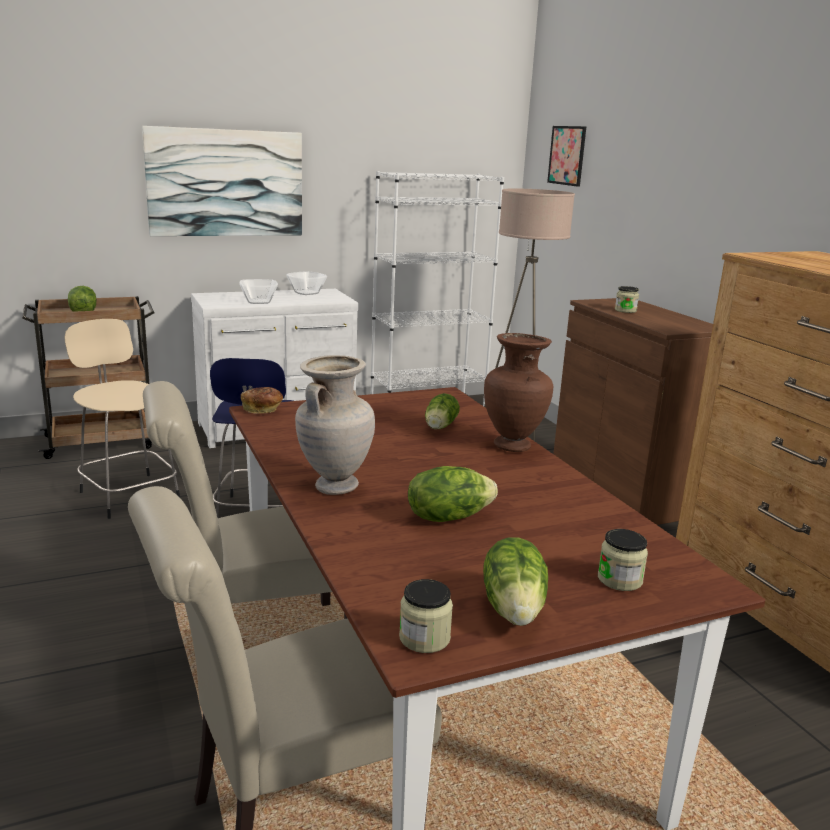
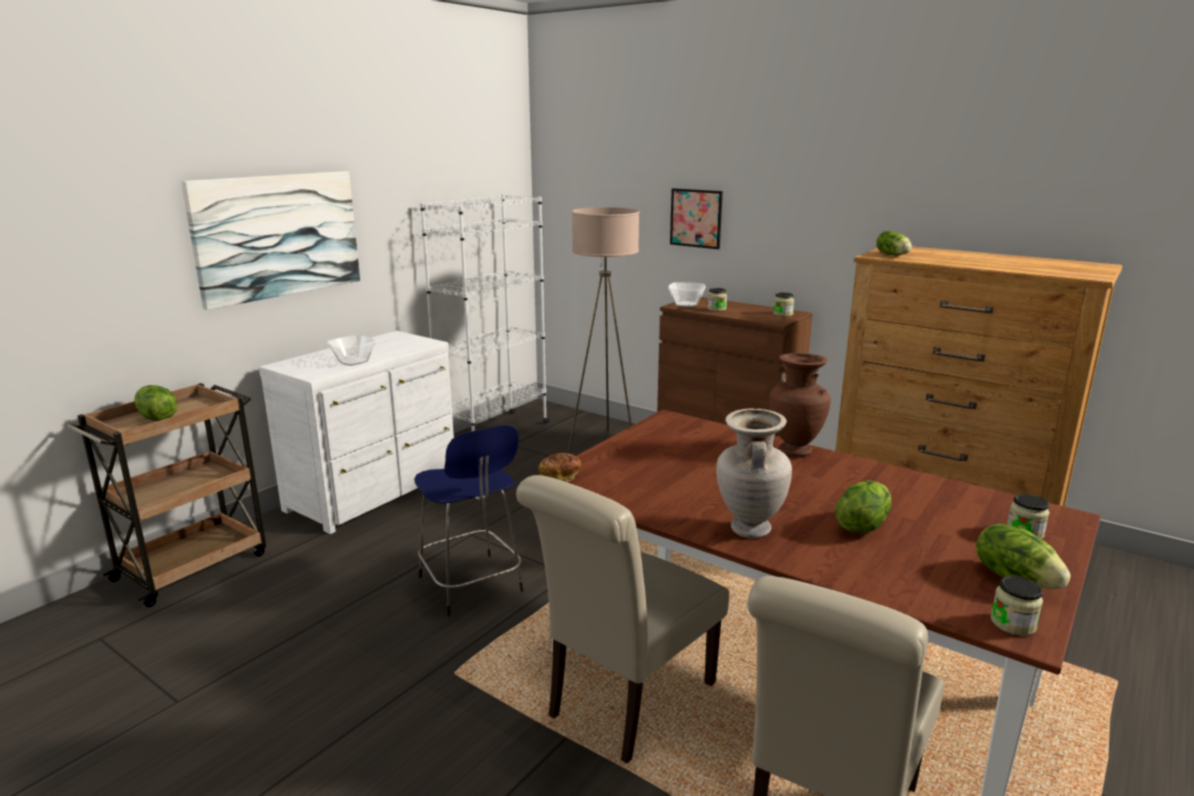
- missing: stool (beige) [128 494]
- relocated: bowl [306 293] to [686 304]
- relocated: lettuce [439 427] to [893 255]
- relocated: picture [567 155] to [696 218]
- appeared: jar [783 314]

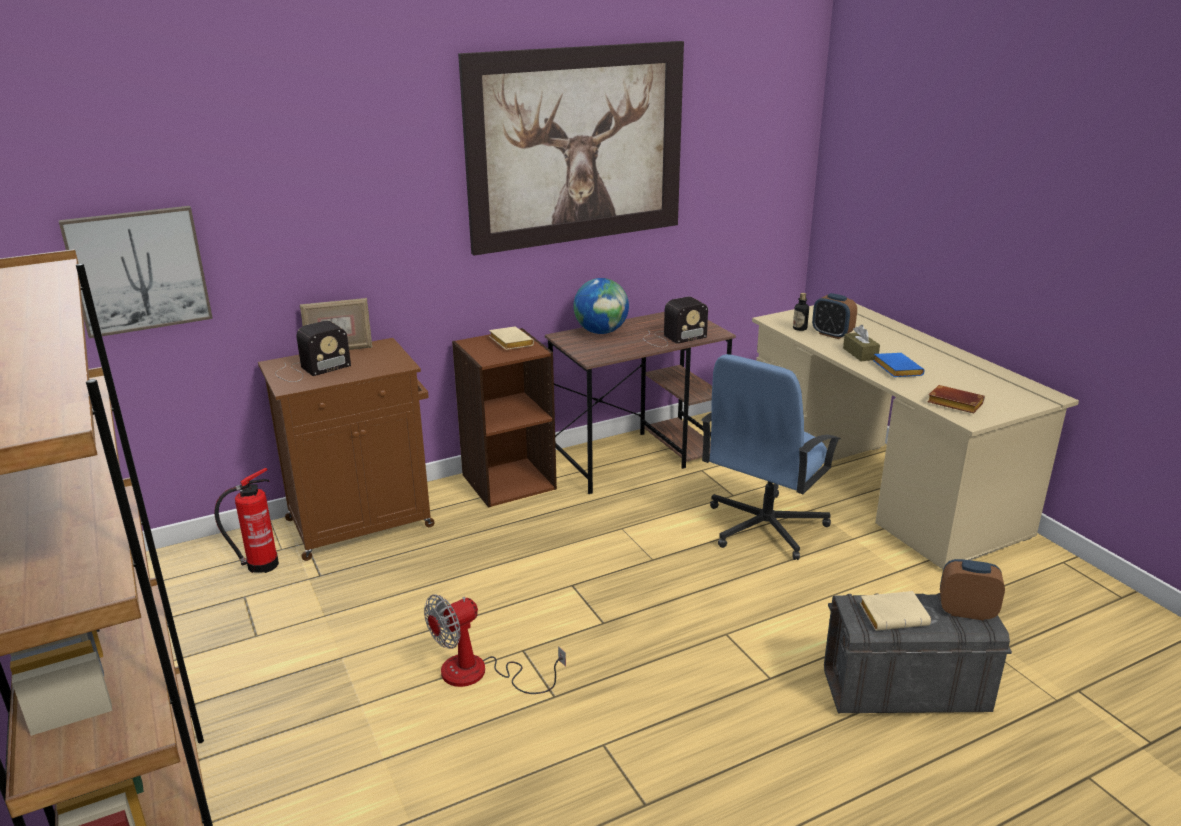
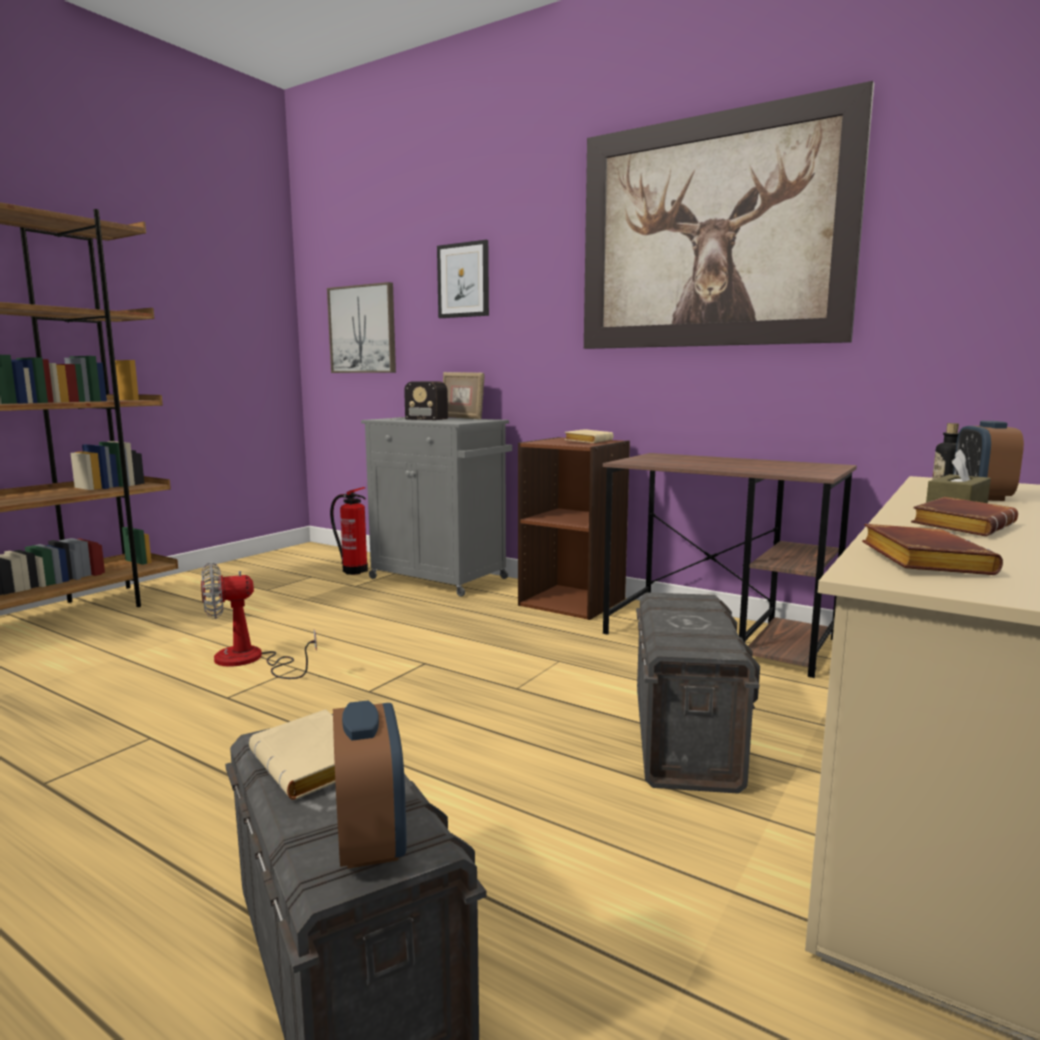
- colour: cabinet (brown) [363 522] to cabinet (grey) [441 579]
- spun: fan [479 674] = [250 661] 45 degrees counterclockwise
- missing: globe [601 332]
- missing: radio [672 338]
- exchanged: office chair (blue) [764 527] to storage box (grey) [685 738]
- colour: book (blue) [895 369] to book (brown) [960 525]
- appeared: picture [463 280]

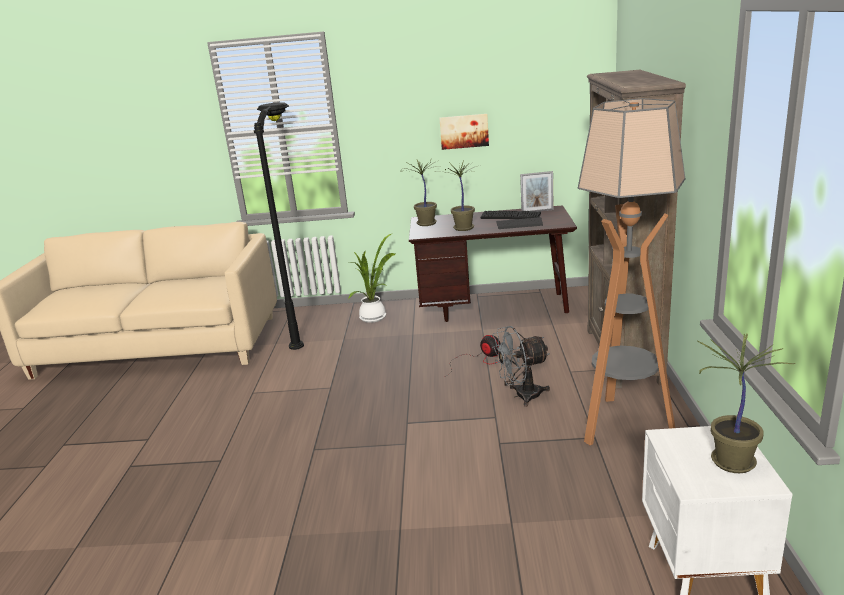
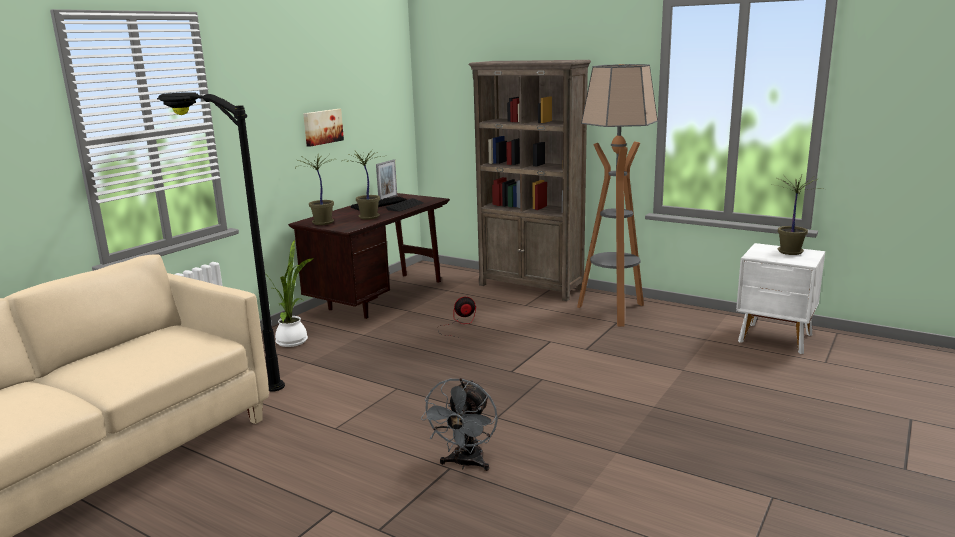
- relocated: fan (grey) [521 396] to [465 464]

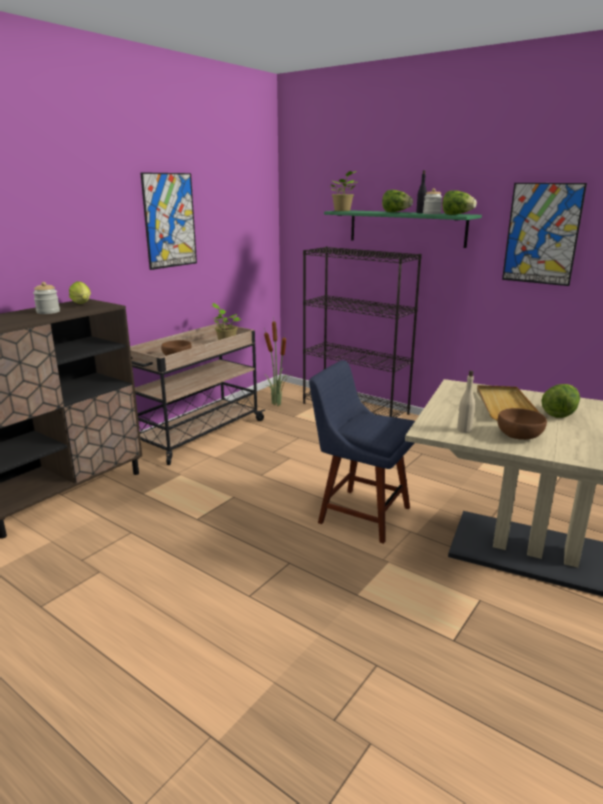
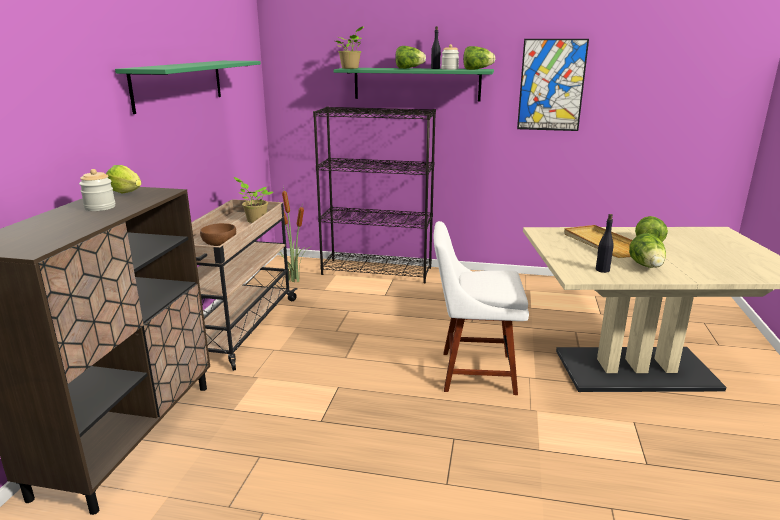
- exchanged: picture [170 220] to shelf (green) [179 84]
- colour: chair (blue) [360 513] to chair (white) [472 372]
- colour: bottle (beige) [464 430] to bottle (black) [602 270]
- exchanged: bowl (brown) [520 435] to lettuce [647 266]

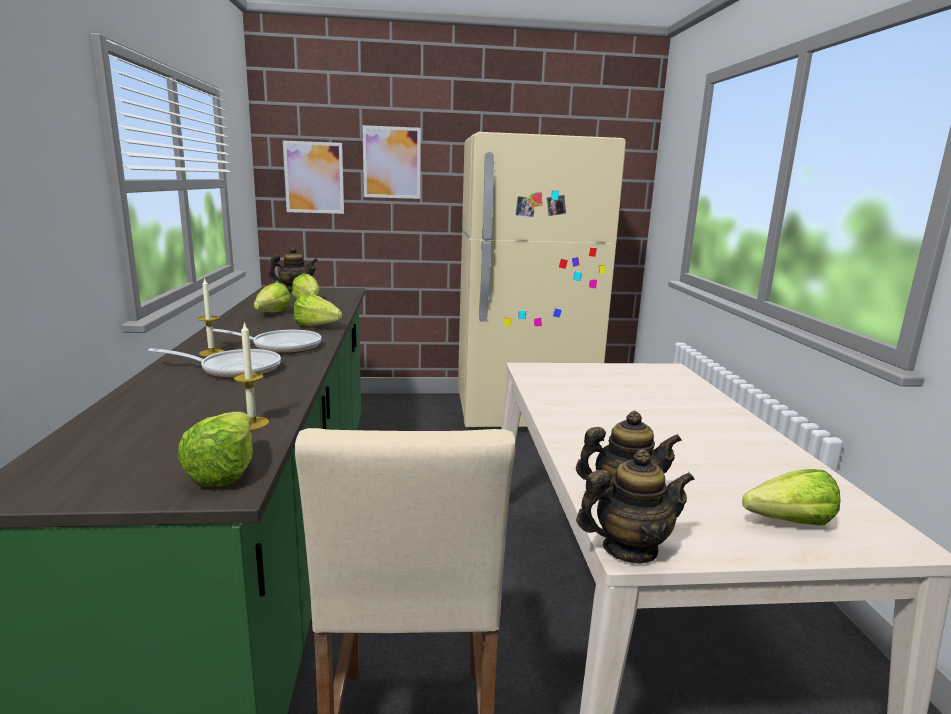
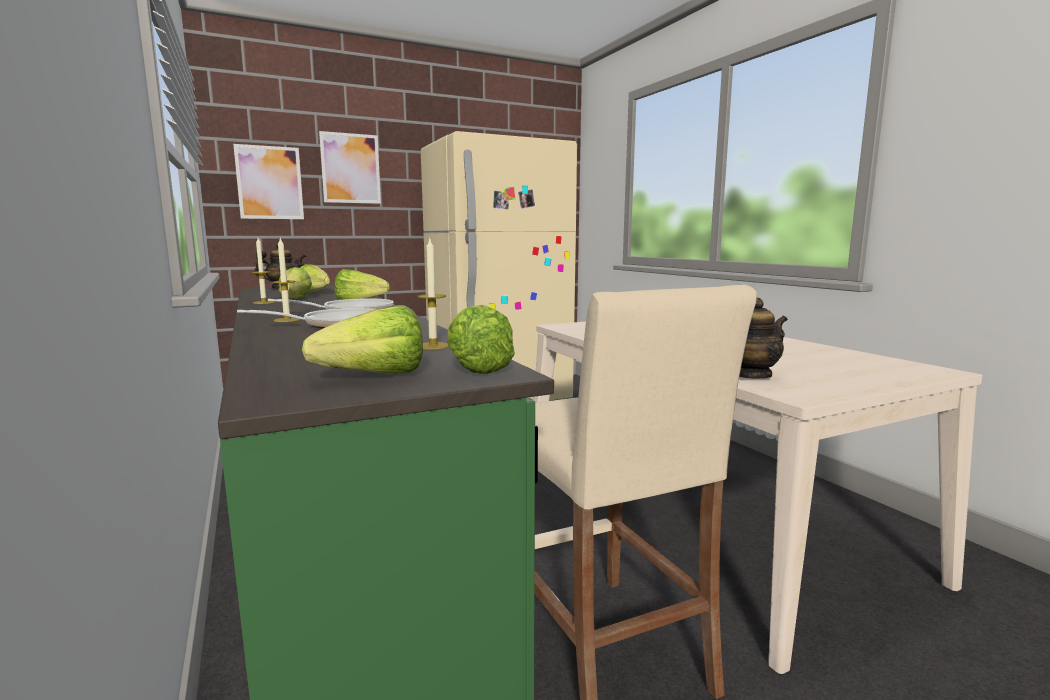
- missing: teapot [629 549]
- relocated: lettuce [780 522] to [365 377]
- appeared: candle [264 302]

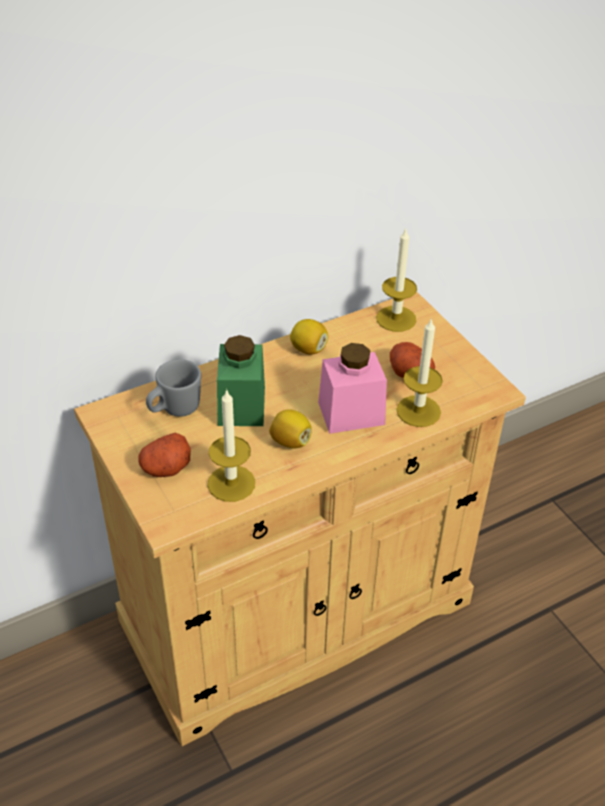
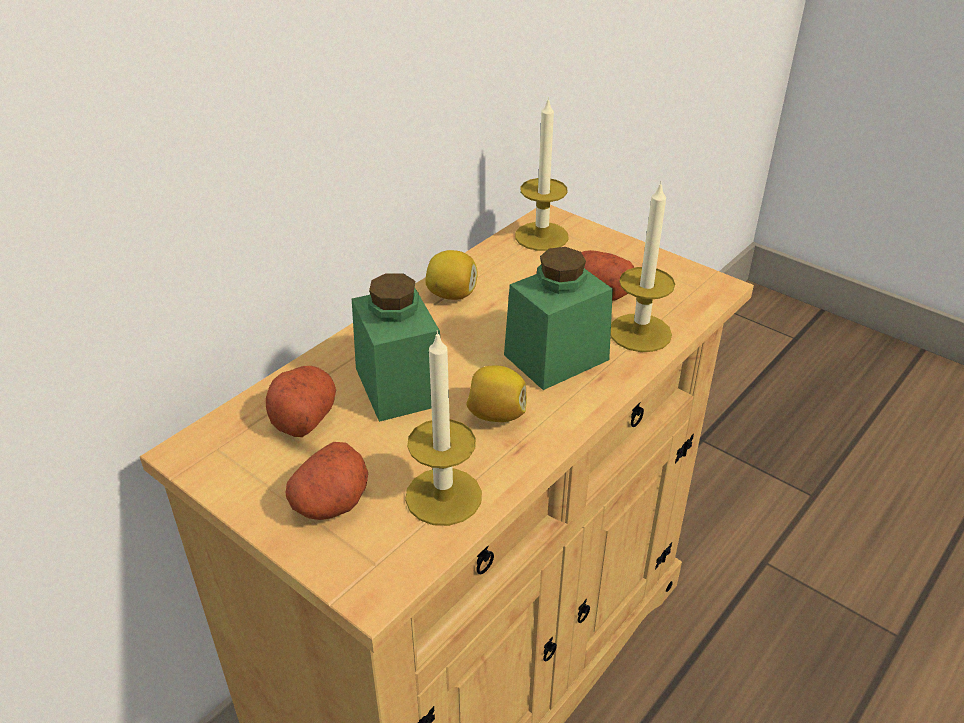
- exchanged: mug (grey) [174 410] to potato [303 416]
- colour: jar (pink) [351 413] to jar (green) [556 357]

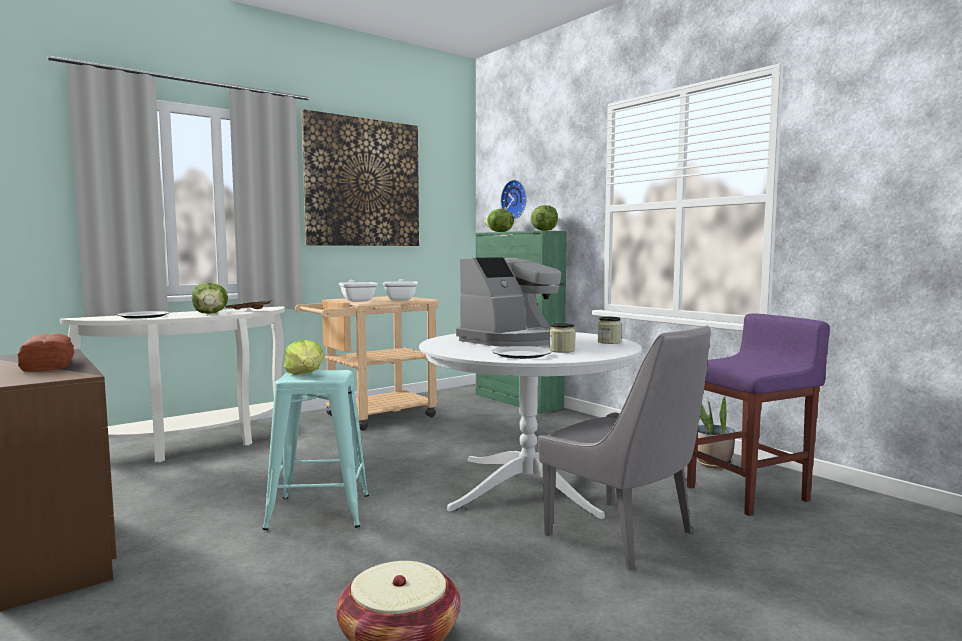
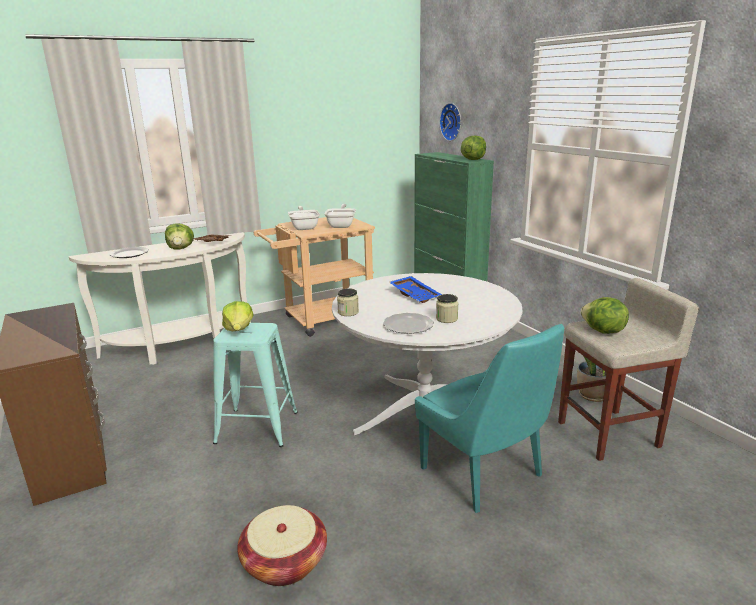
- missing: bread [47 365]
- missing: picture [363 182]
- exchanged: coffee machine [513 340] to tray (blue) [415 295]
- relocated: lettuce [499 232] to [602 331]
- colour: chair (grey) [624 536] to chair (turquoise) [484 474]
- relocated: jar [609 342] to [348 312]
- colour: stool (purple) [748 493] to stool (beige) [609 434]

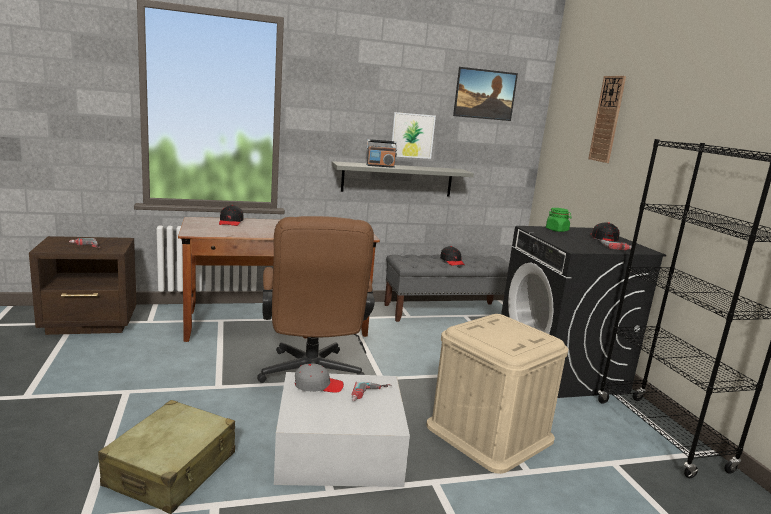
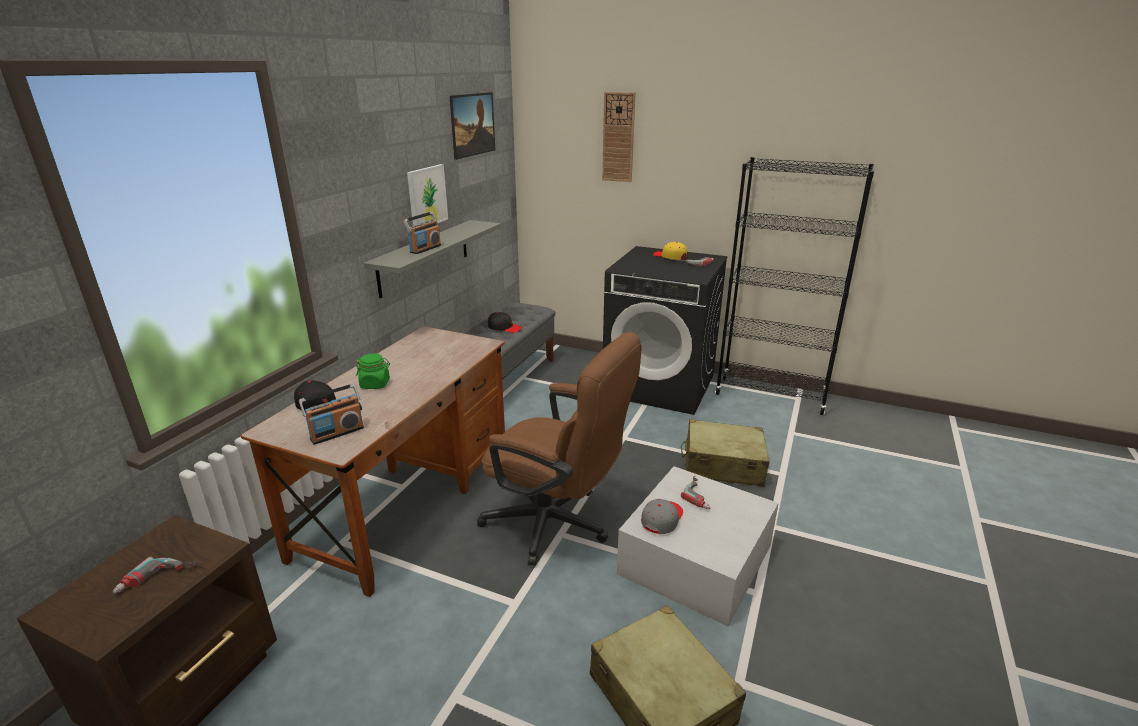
- exchanged: storage box (beige) [489 432] to suitcase (beige) [722 465]
- relocated: jar (green) [557 230] to [375 384]
- colour: cap (black) [603 238] to cap (yellow) [670 257]
- appeared: radio [337 433]

